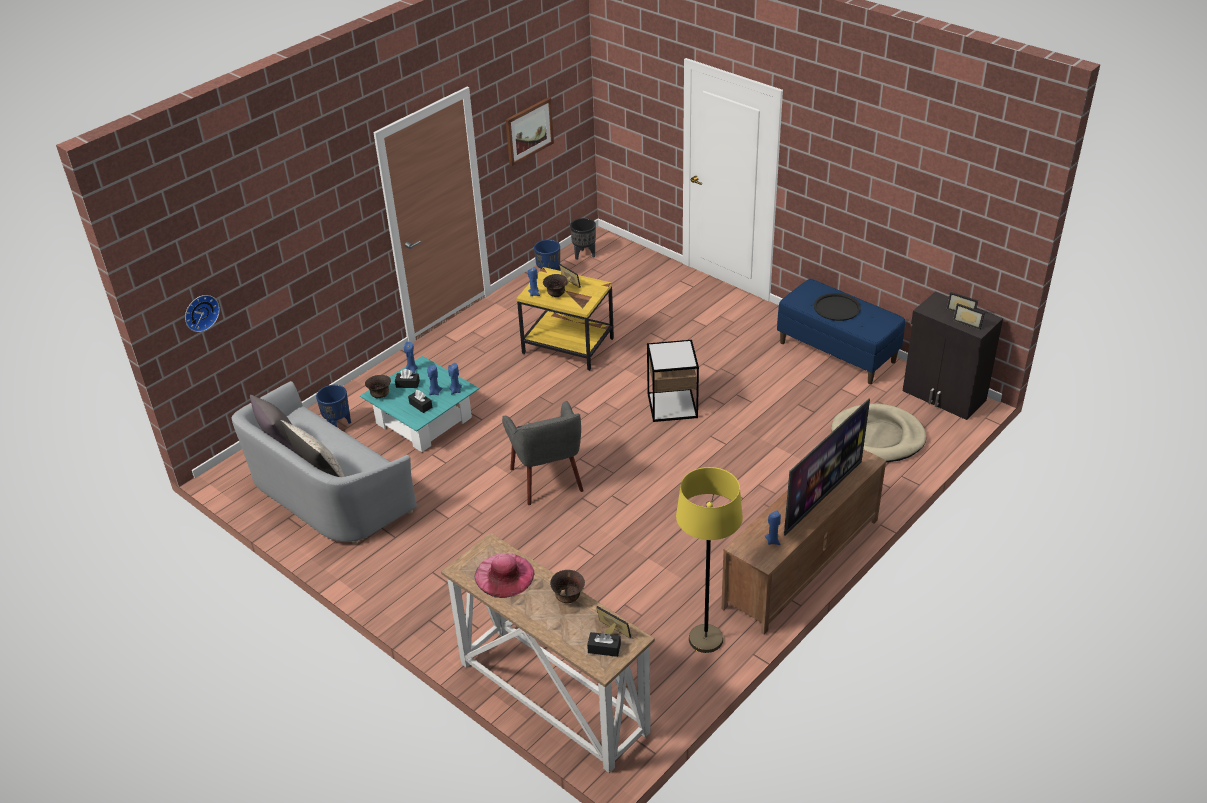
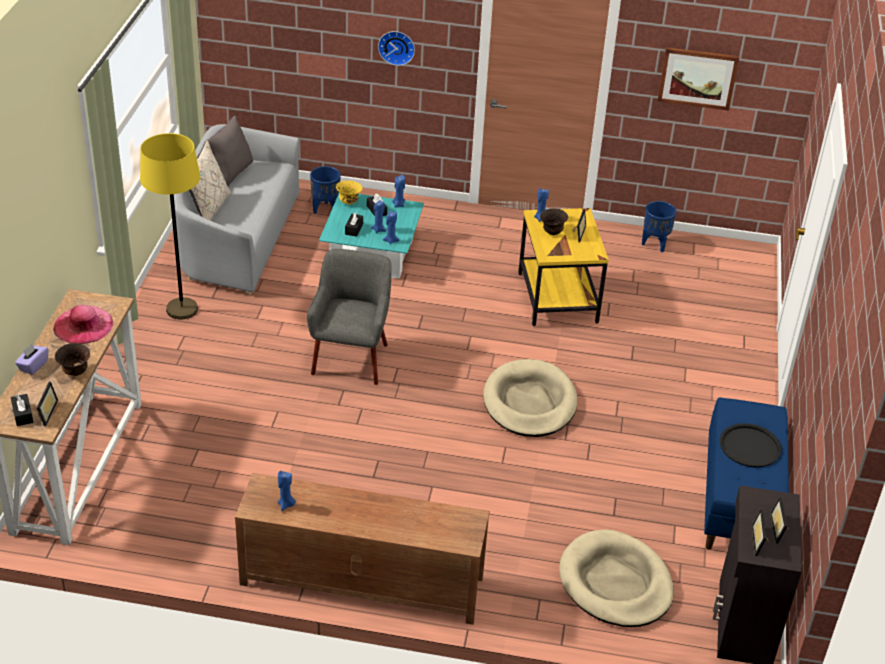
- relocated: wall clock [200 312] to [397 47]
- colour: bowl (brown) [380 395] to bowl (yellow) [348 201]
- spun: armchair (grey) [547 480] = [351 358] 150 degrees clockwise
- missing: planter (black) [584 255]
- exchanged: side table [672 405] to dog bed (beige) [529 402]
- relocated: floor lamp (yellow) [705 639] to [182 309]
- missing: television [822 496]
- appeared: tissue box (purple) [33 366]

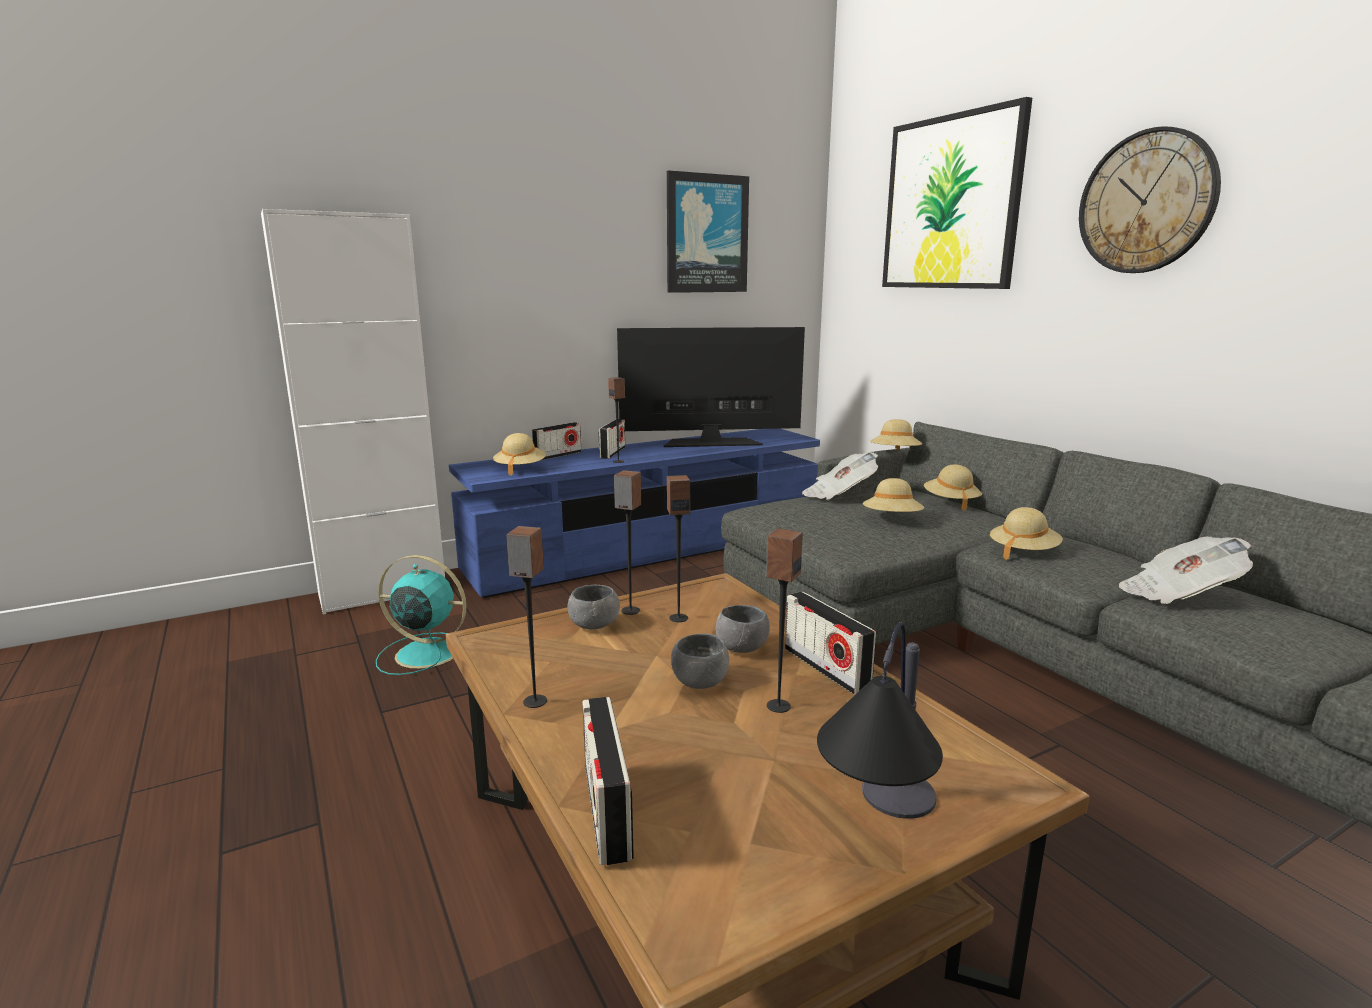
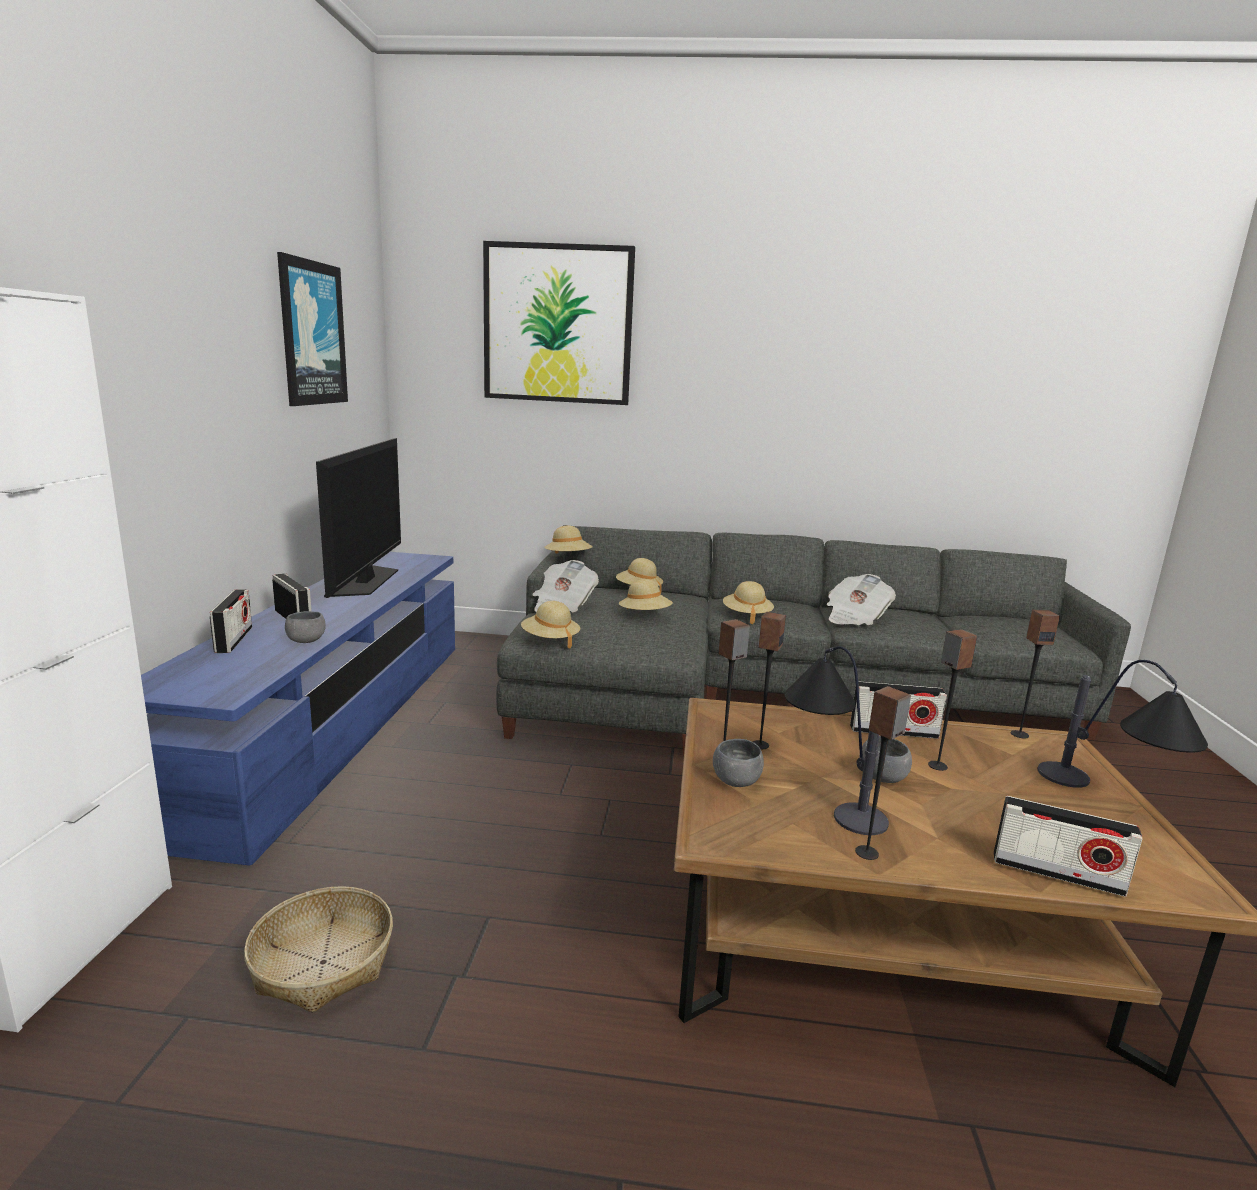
- exchanged: fan (turquoise) [424 653] to basket [323 963]
- relocated: hat (beige) [520 469] to [550 640]
- relocated: speaker [618 461] to [1019 734]
- spun: television [711 442] = [365 581] 150 degrees clockwise
- relocated: bowl (grey) [742 648] to [306 641]
- missing: wall clock [1146 202]
- appeared: table lamp [827 792]

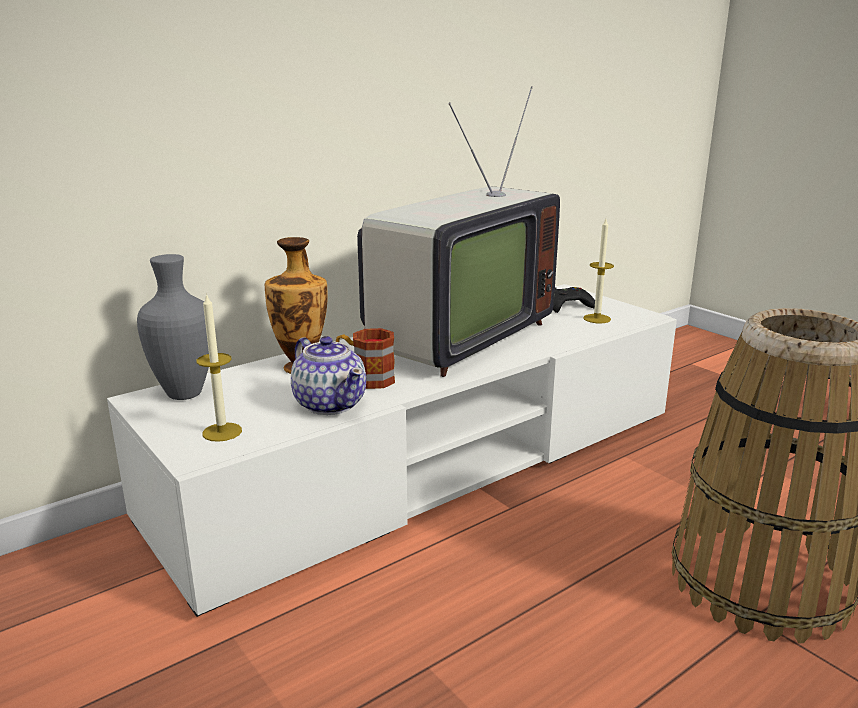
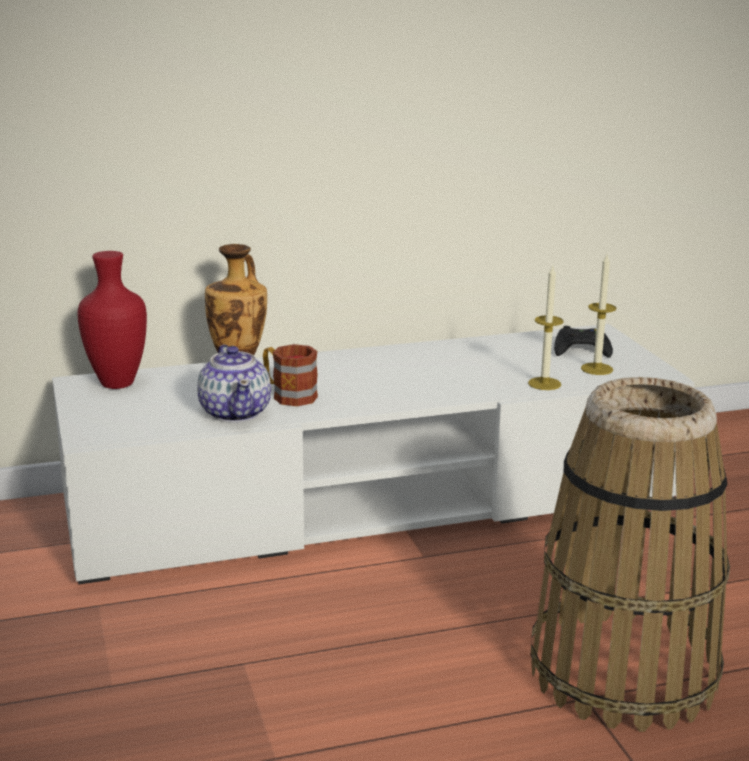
- colour: vase (grey) [182 394] to vase (red) [115 384]
- relocated: candle [222 432] to [544 383]
- missing: television [454 338]

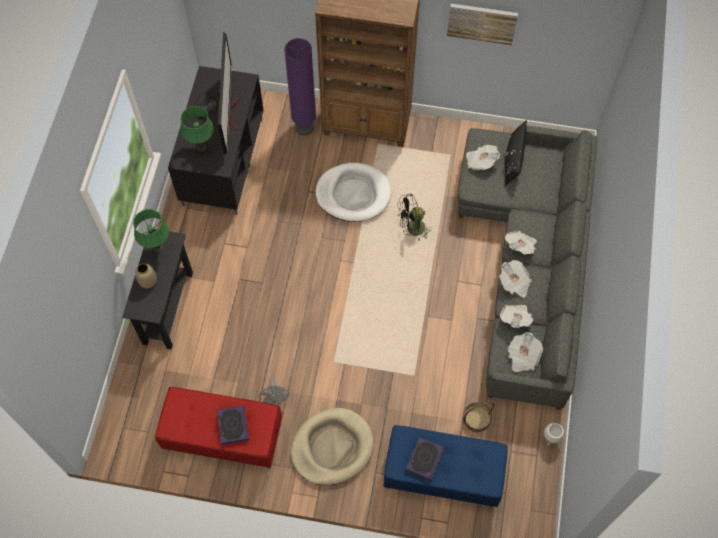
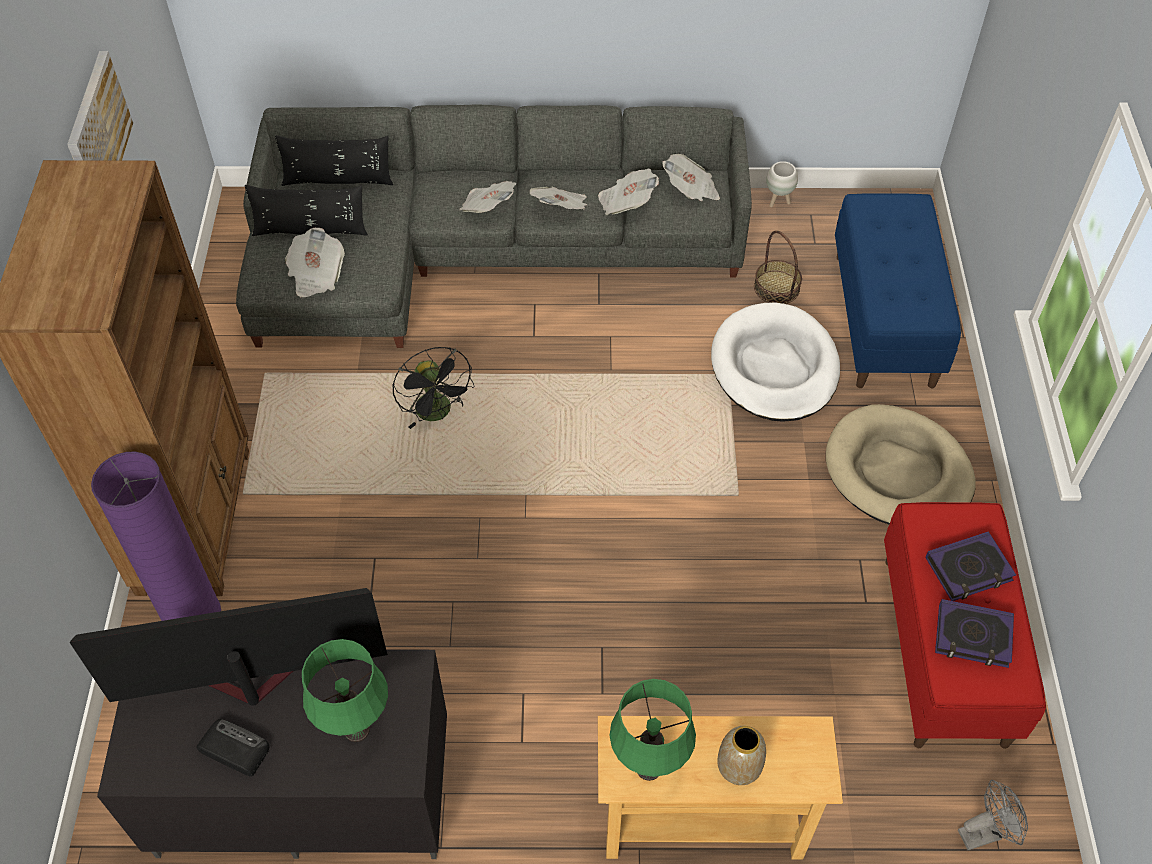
- colour: console table (black) [168 307] to console table (beige) [702 825]
- relocated: fan (grey) [275 399] to [984 832]
- relocated: dog bed (white) [353 194] to [774 367]
- relocated: book [424 459] to [972 637]
- appeared: pillow (black) [338 180]

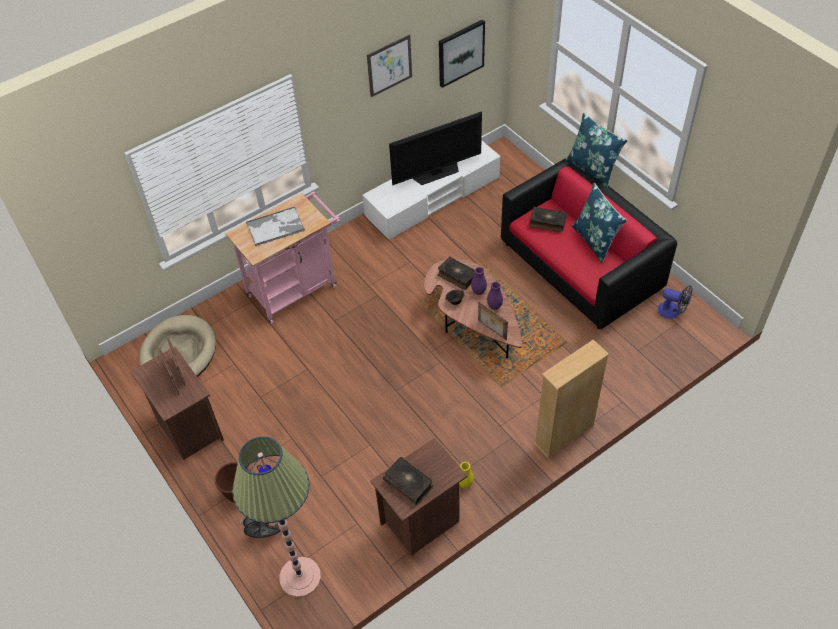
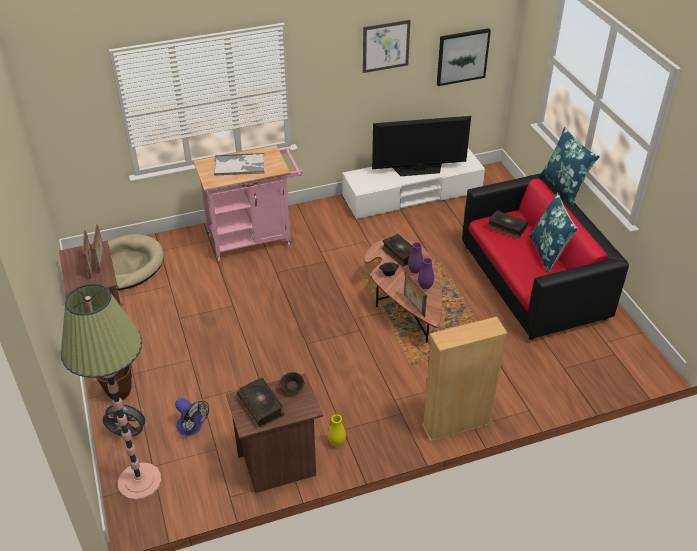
- relocated: fan [673 311] to [192 428]
- appeared: bowl (brown) [293 389]

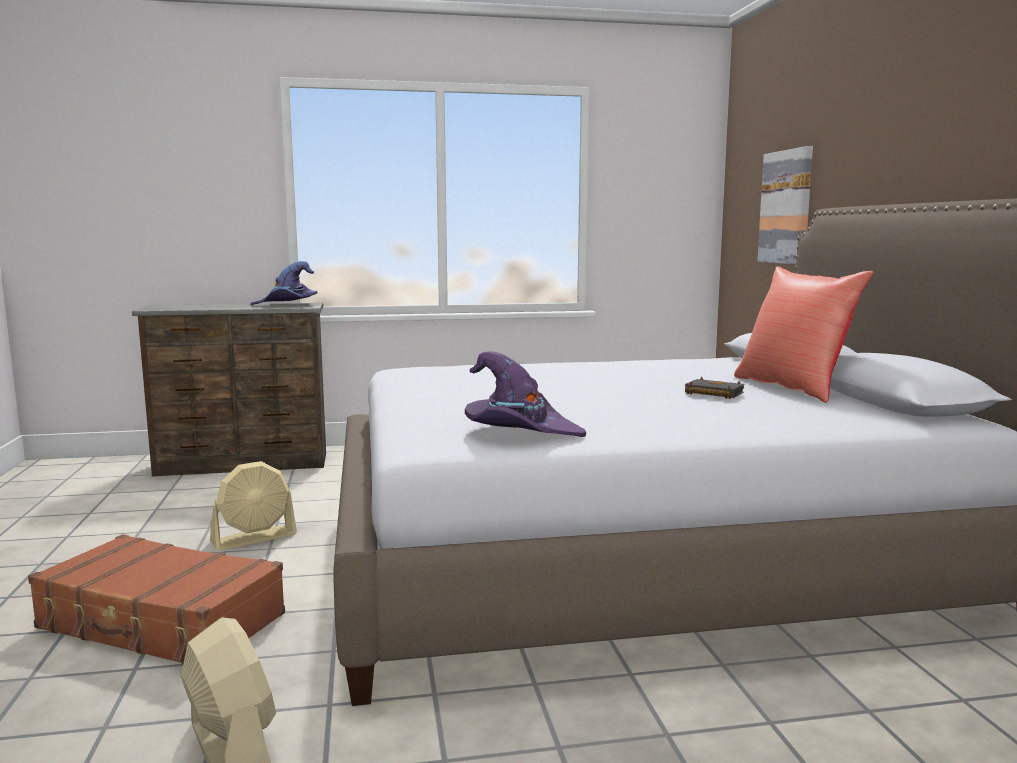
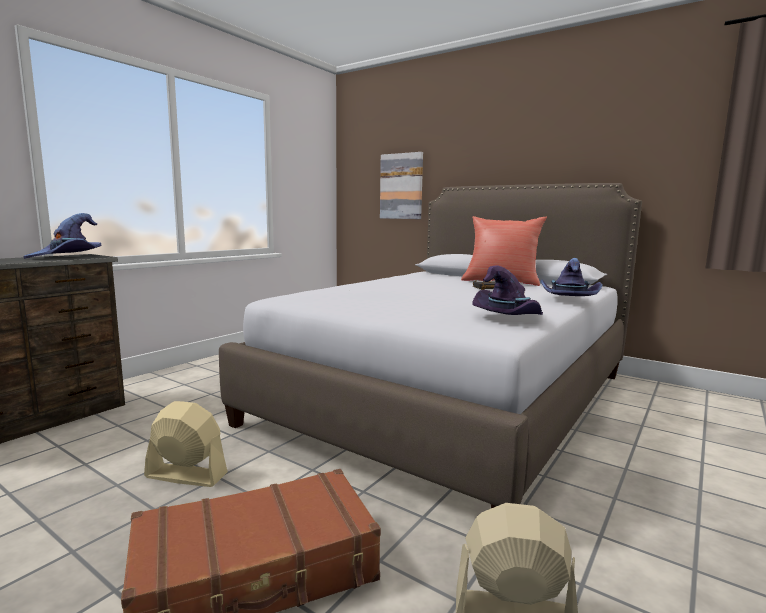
- spun: fan (beige) [254 538] = [186 475] 90 degrees counterclockwise
- appeared: hat (purple) [568 299]

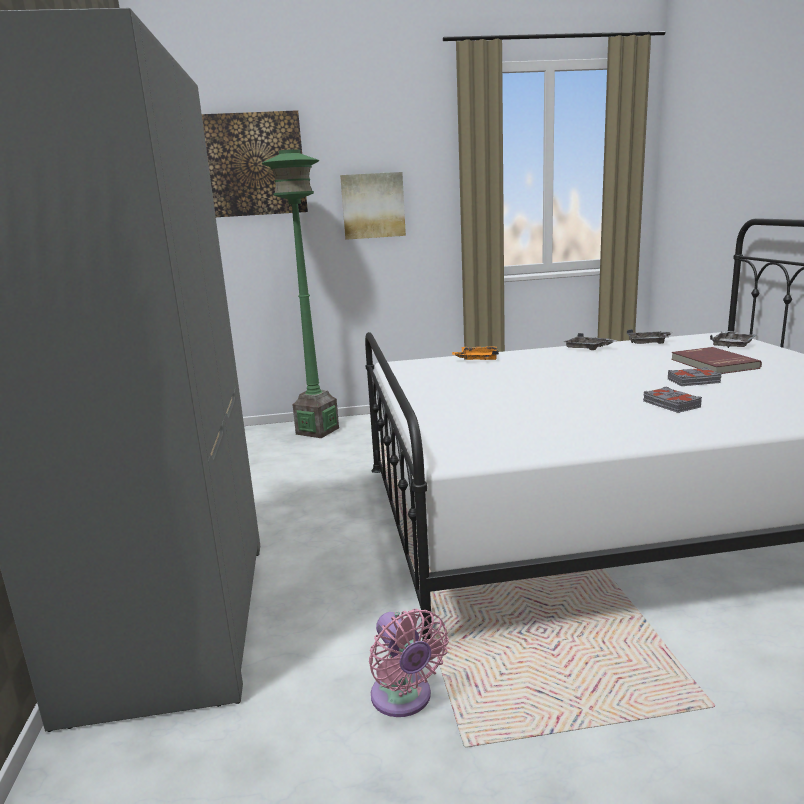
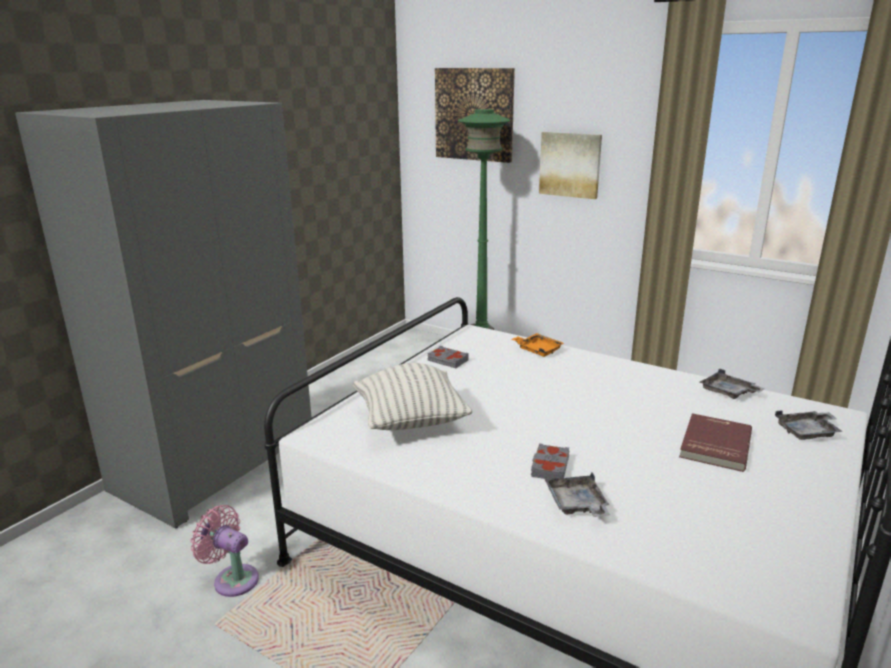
- spun: fan (pink) [404 699] = [232 579] 105 degrees clockwise
- relocated: tray (grey) [588 348] to [576 504]
- relocated: book (grey) [694 381] to [447 361]
- appeared: pillow [411 422]

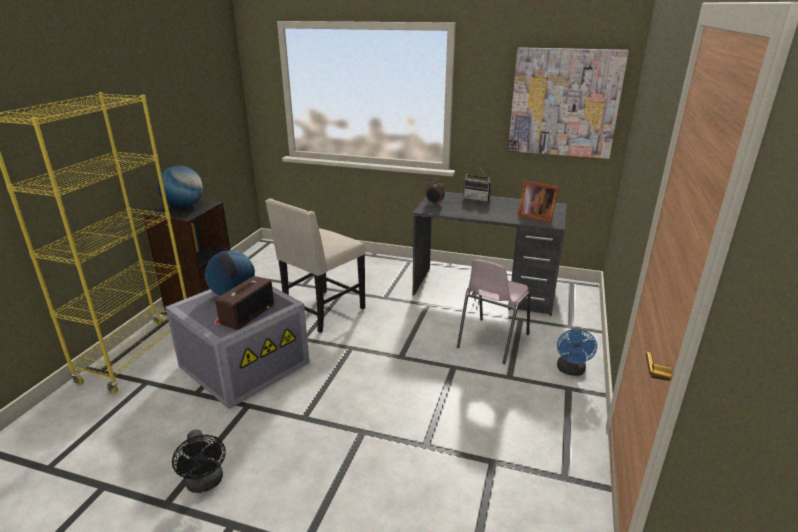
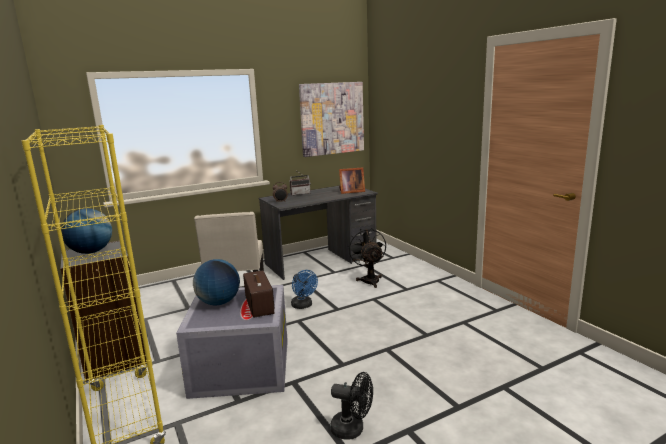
- exchanged: chair (pink) [491 341] to fan (black) [369 279]
- relocated: fan (blue) [571 371] to [303 306]

